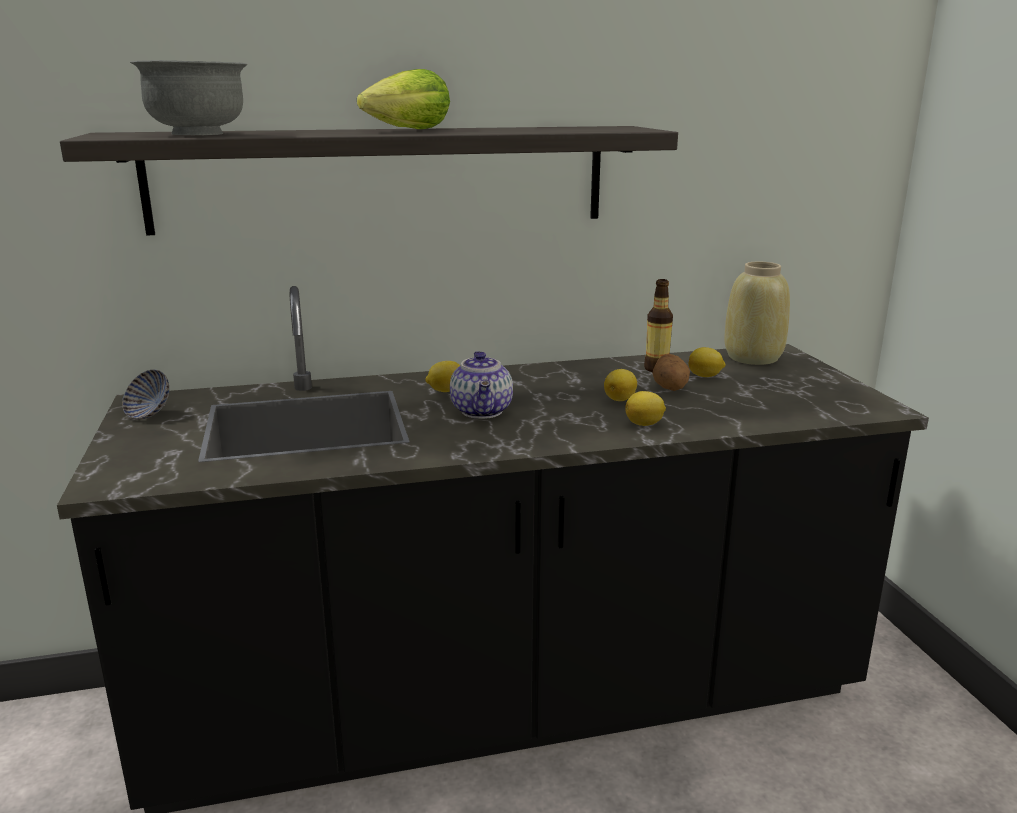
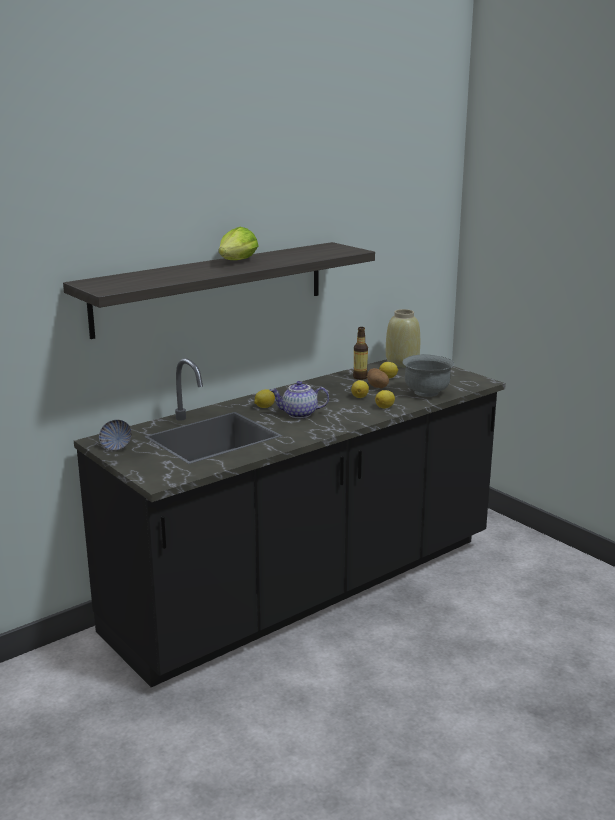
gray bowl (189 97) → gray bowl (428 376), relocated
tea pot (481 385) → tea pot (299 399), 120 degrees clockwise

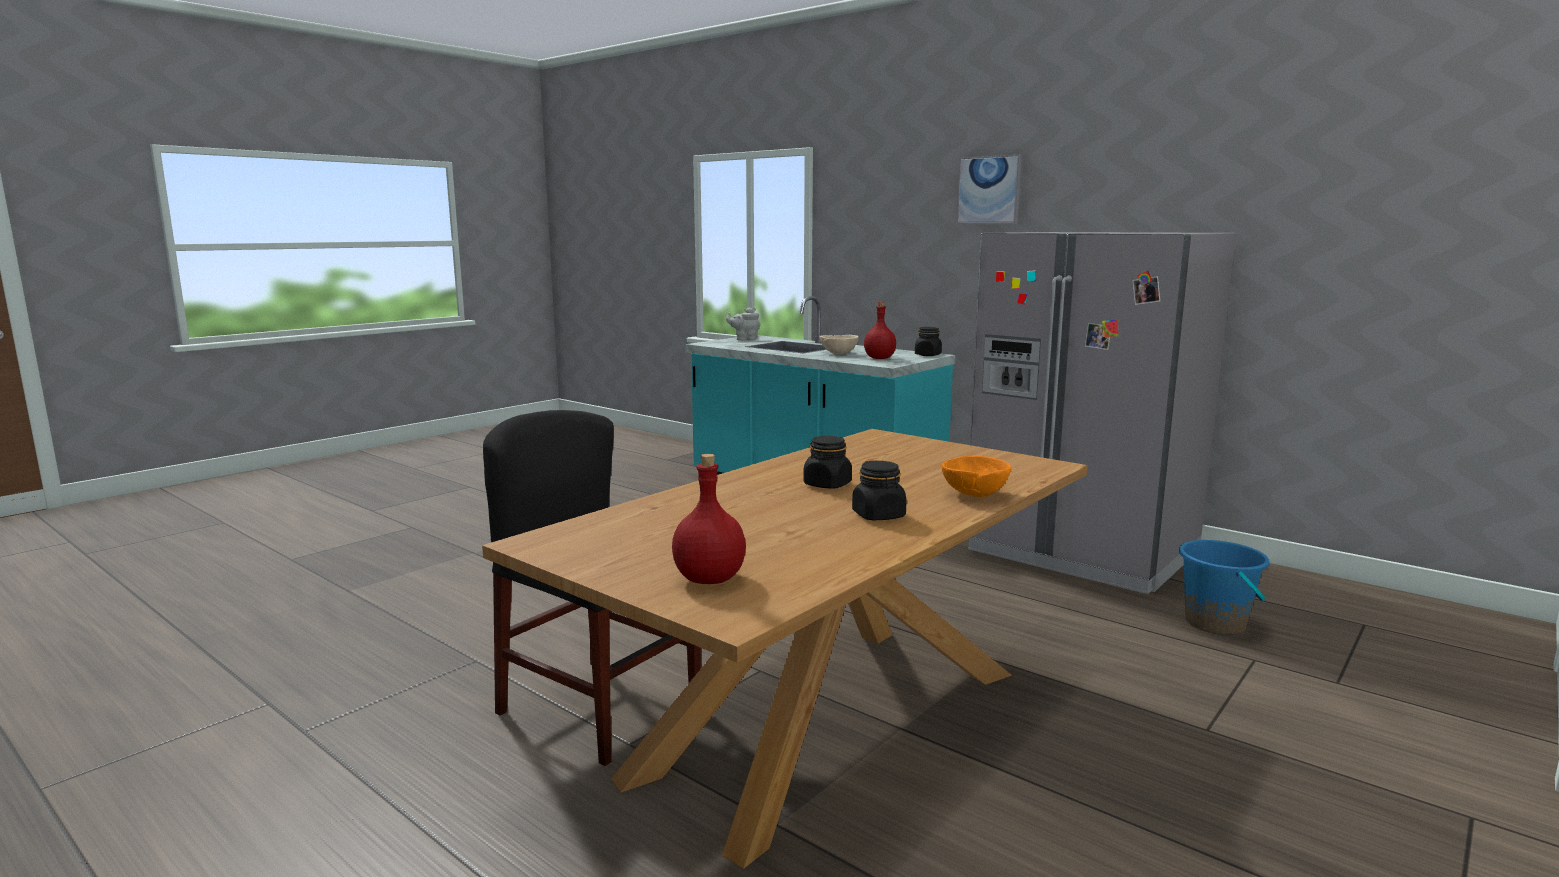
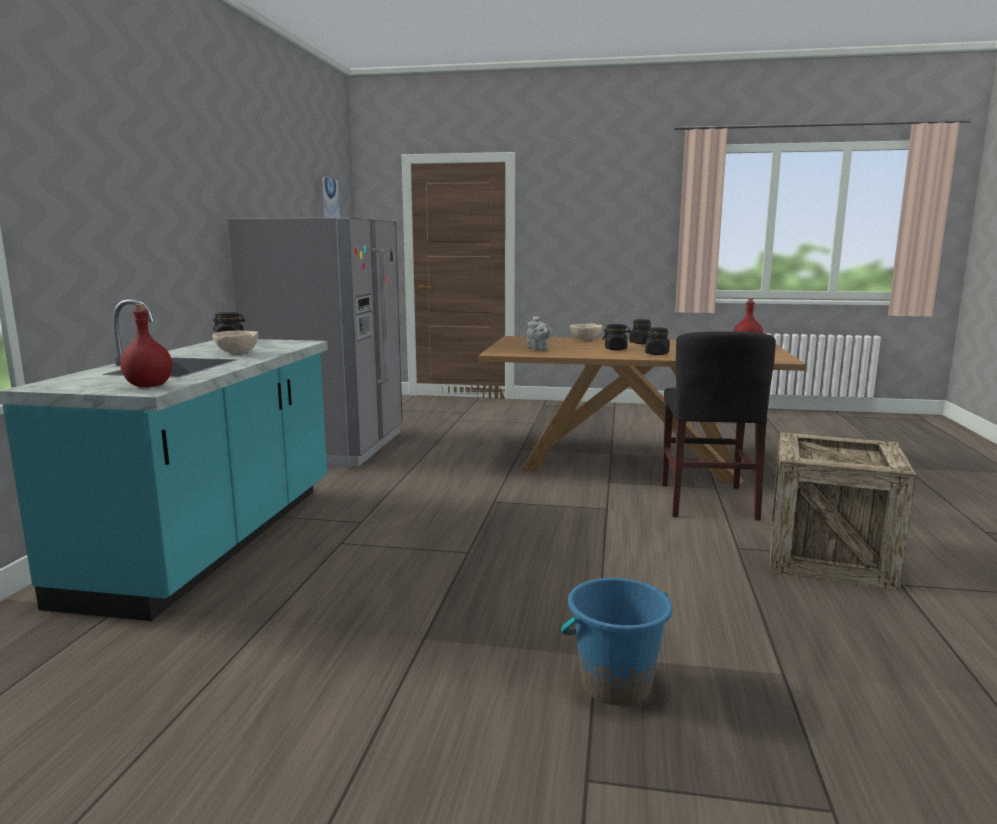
gray tea pot (743 324) → gray tea pot (539 333), relocated
red bottle (880 330) → red bottle (146 345), relocated
orange-coloured bowl (976 476) → beige-coloured bowl (586 331)
picture (989 189) → picture (329 196), relocated
bluish bucket (1224 587) → bluish bucket (616 642), relocated
- → black storage jar (657 341)
- → shipping crate (843 511)

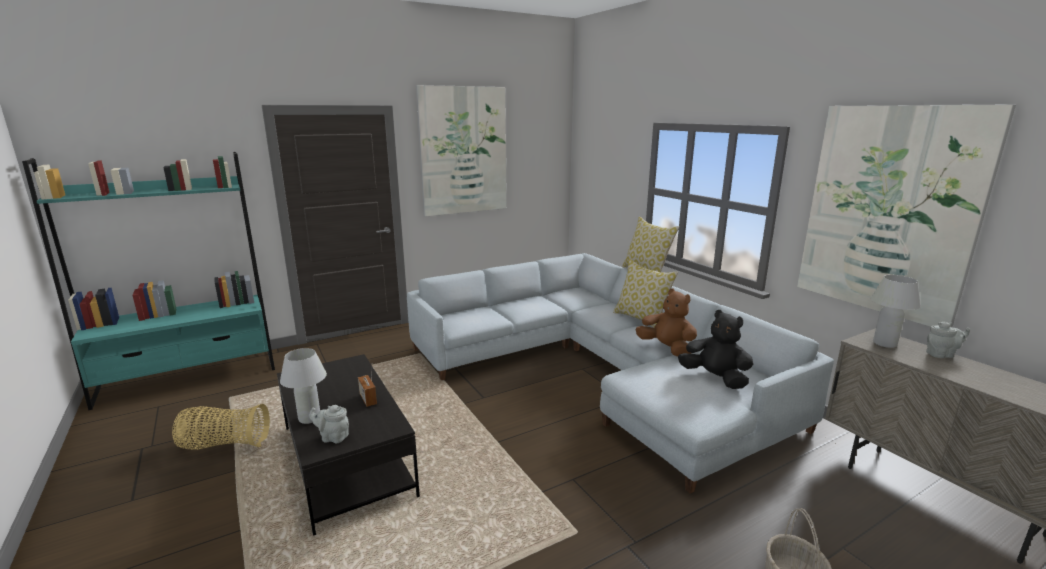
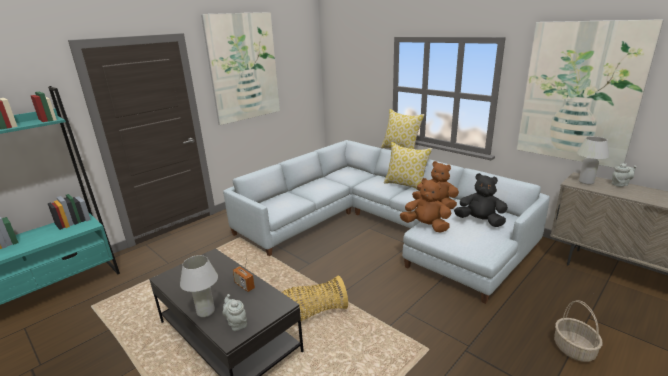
basket (221 427) → basket (315 298), relocated
gray tea pot (329 424) → gray tea pot (235 312), 60 degrees clockwise
- → brownish soft toy (426 205)

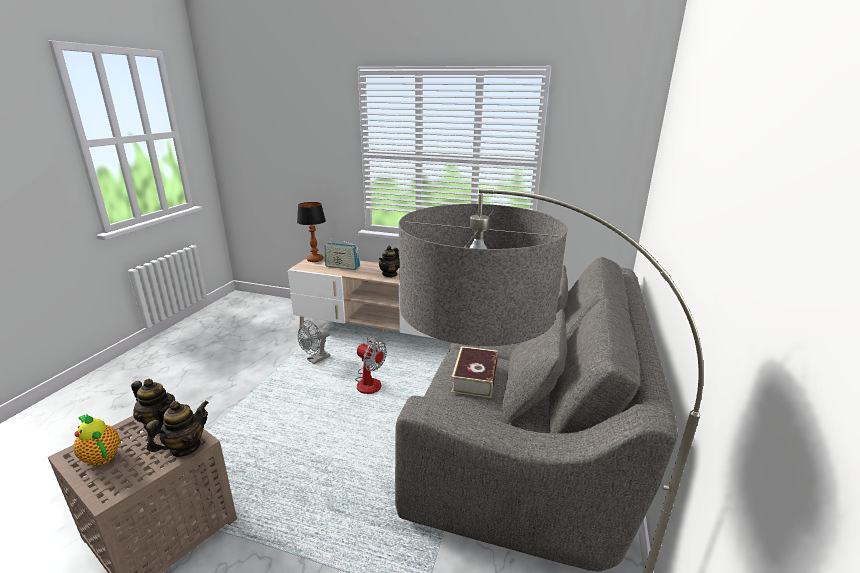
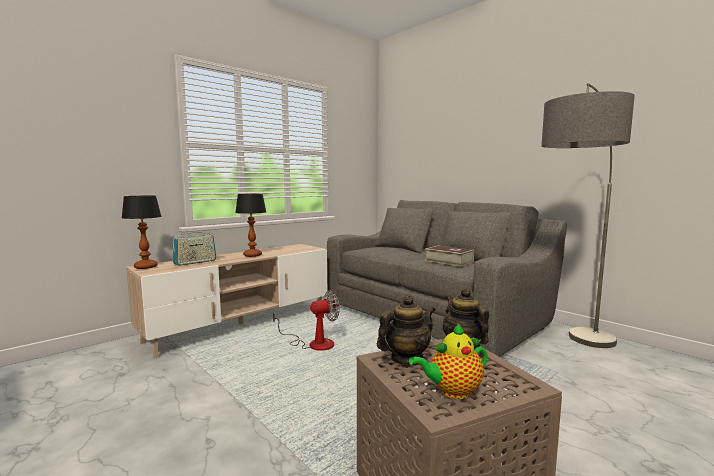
gray electric fan (314 342) → -
tea pot (389 261) → table lamp (250 225)

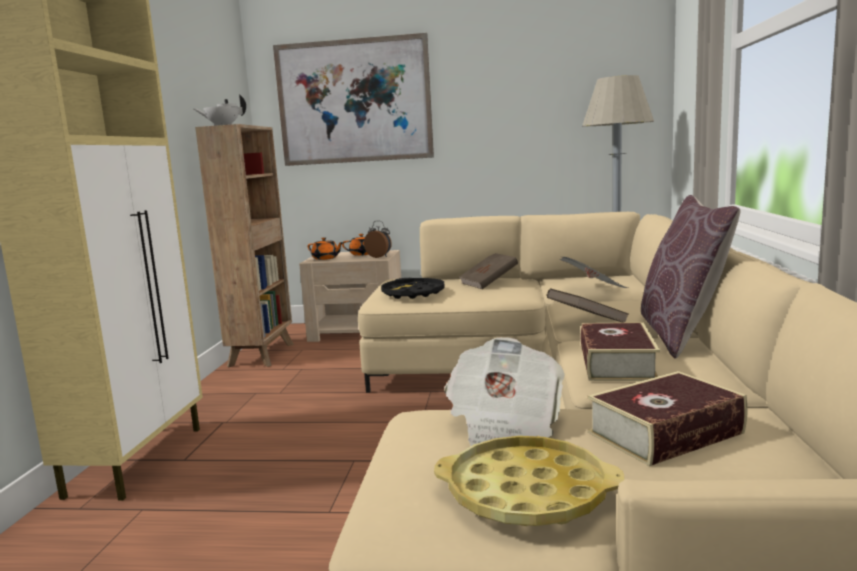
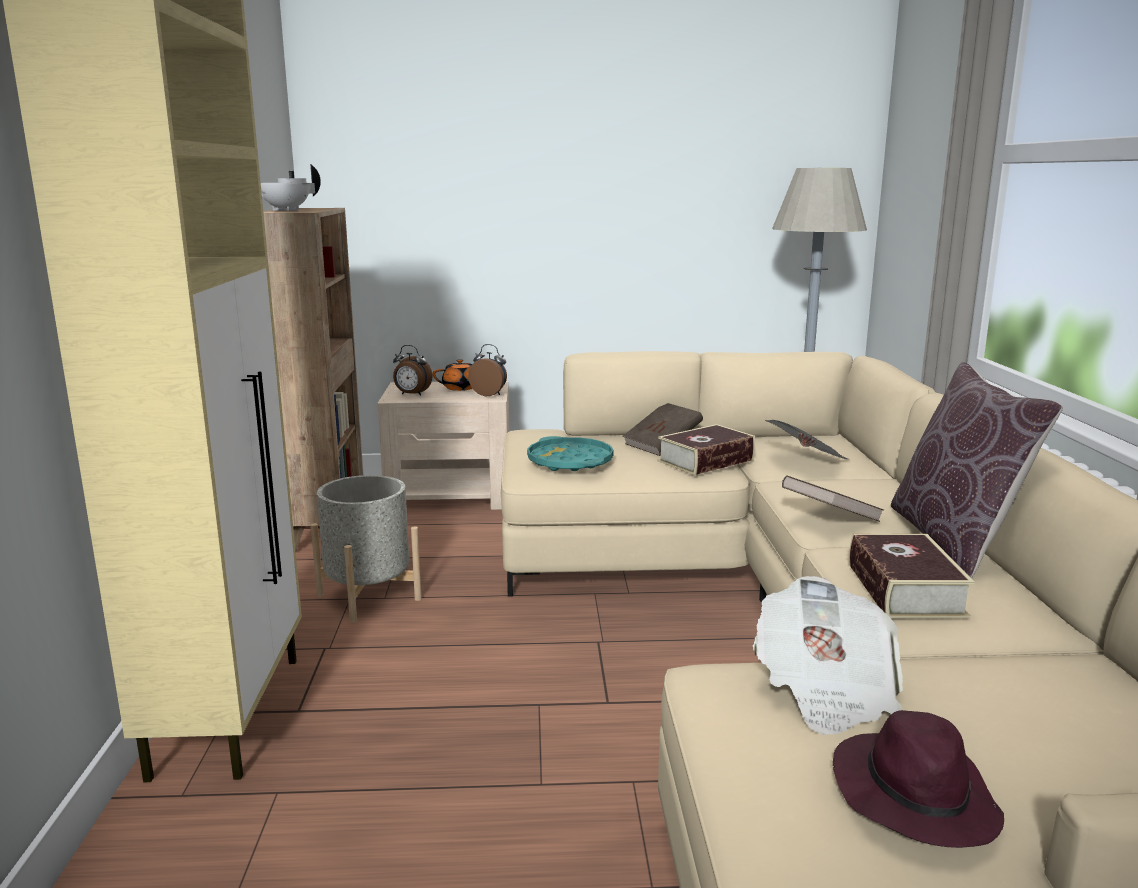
picture (353 99) → -
orange-coloured tea pot (325 248) → table clock (413 370)
black serving tray (413 288) → turquoise serving tray (570 453)
yellowish serving tray (529 481) → purple hat (918 779)
volume (667 418) → volume (706 449), relocated
- → gray flower pot (366 549)

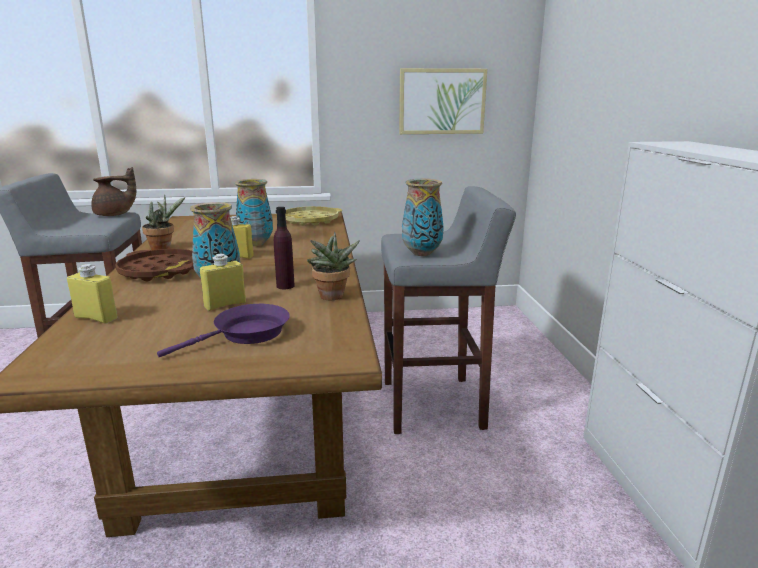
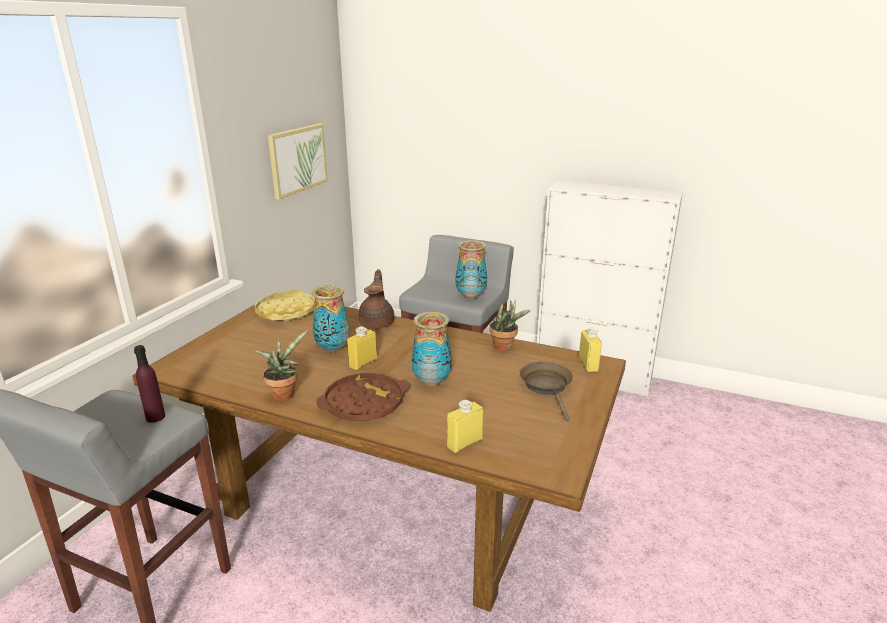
brownish tea pot (113 191) → brownish tea pot (376 299), relocated
purple frying pan (223 330) → brownish frying pan (546 391)
yellowish bottle (223 282) → yellowish bottle (590 349), relocated
purple bottle (284 248) → purple bottle (149 384), relocated

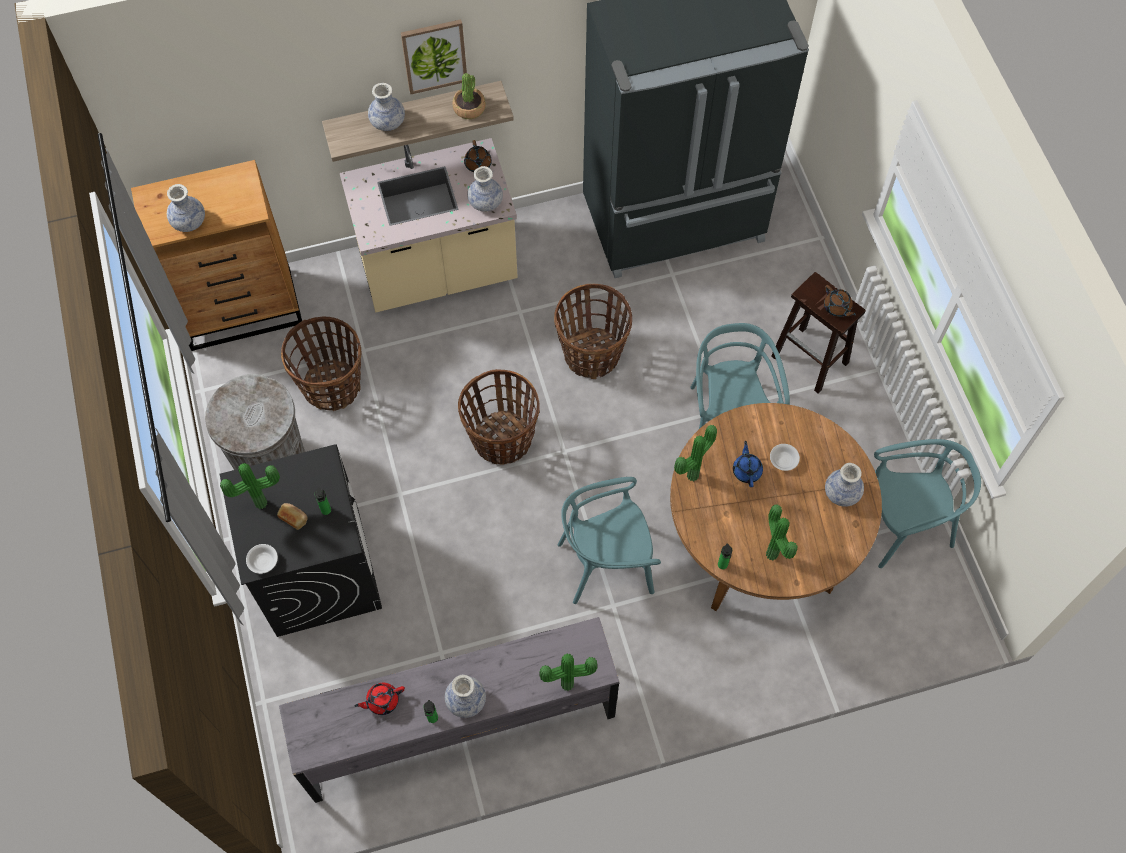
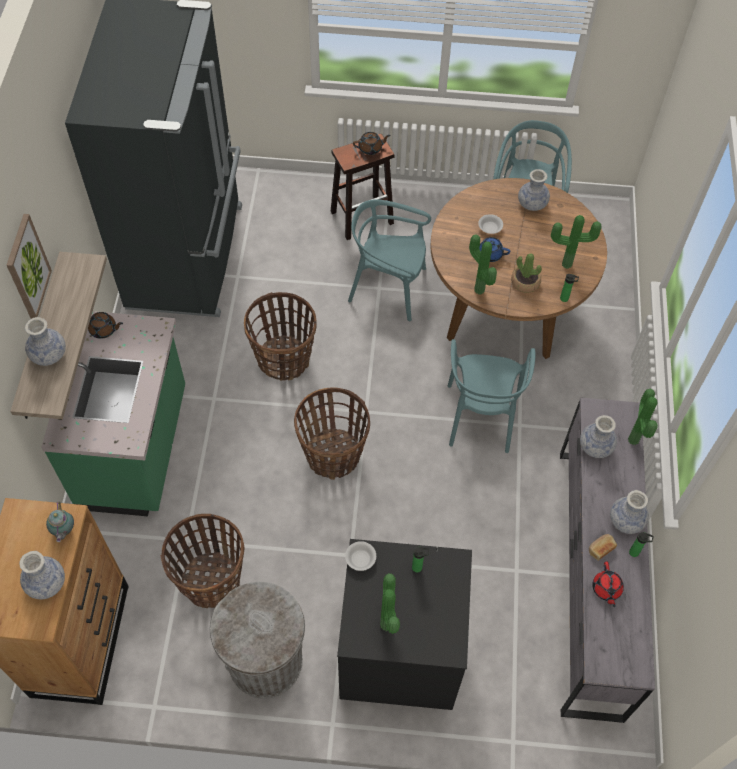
white-coloured bowl (262 559) → white-coloured bowl (360 556), relocated
bread (292 516) → bread (603 547), relocated
beige-coloured counter (429 225) → green counter (113 413)
plant in a pot (469 96) → plant in a pot (526 273), relocated
decorative vase (485 189) → decorative vase (598 436), relocated
- → tea pot (60 522)

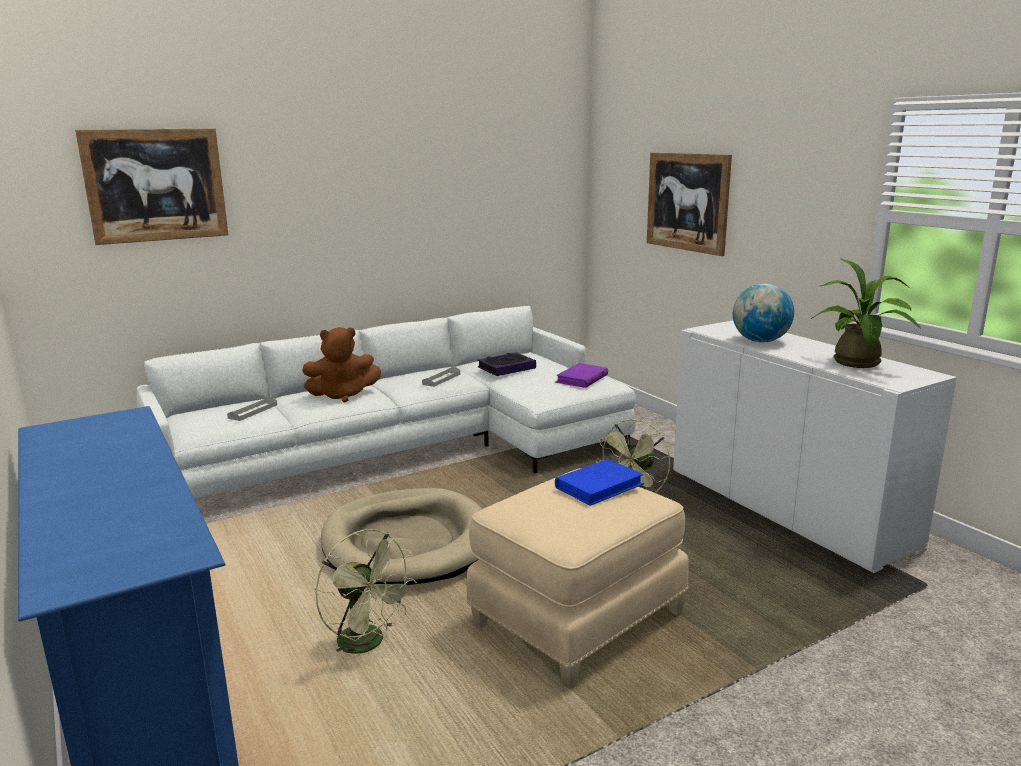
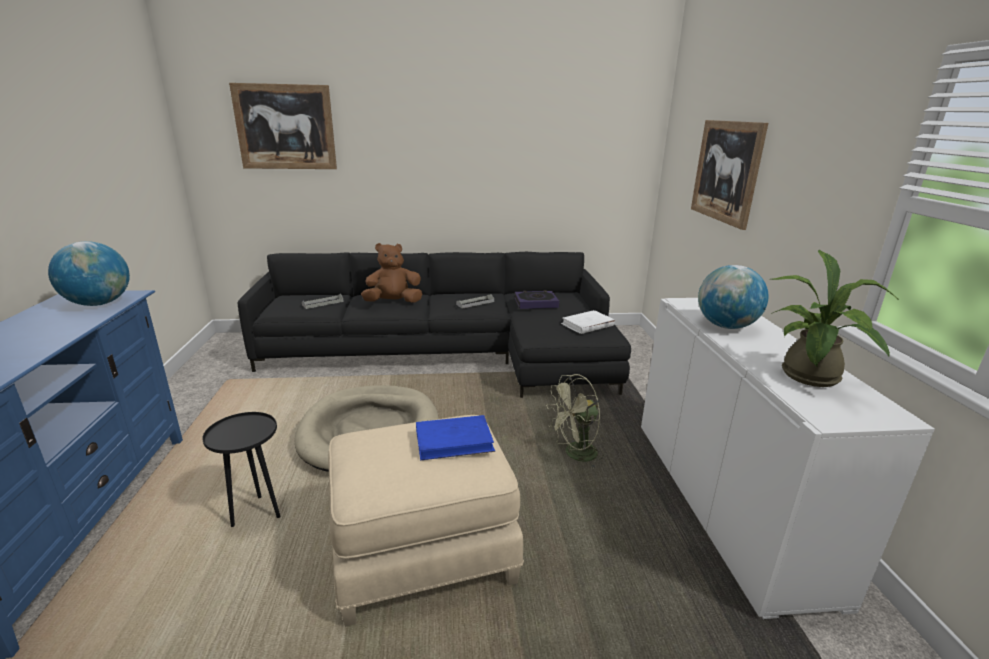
white-coloured sofa (386 402) → black sofa (434 325)
brownish soft toy (341 364) → brownish soft toy (392 273), 150 degrees clockwise
green electric fan (366 591) → black side table (241 469)
purple volume (582 375) → white-coloured volume (588 322)
- → desk globe (89 273)

